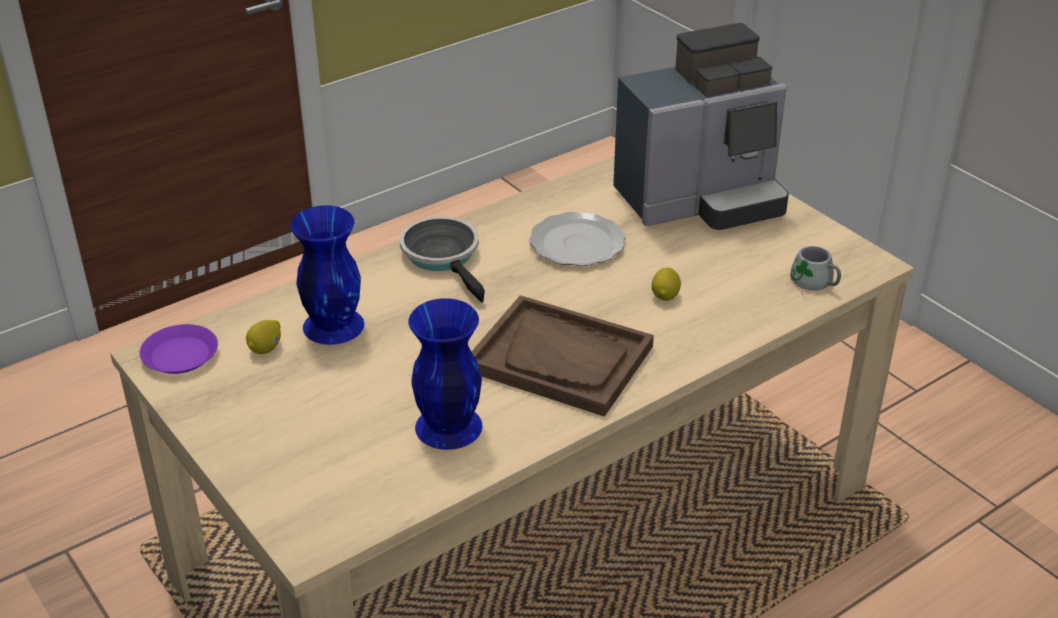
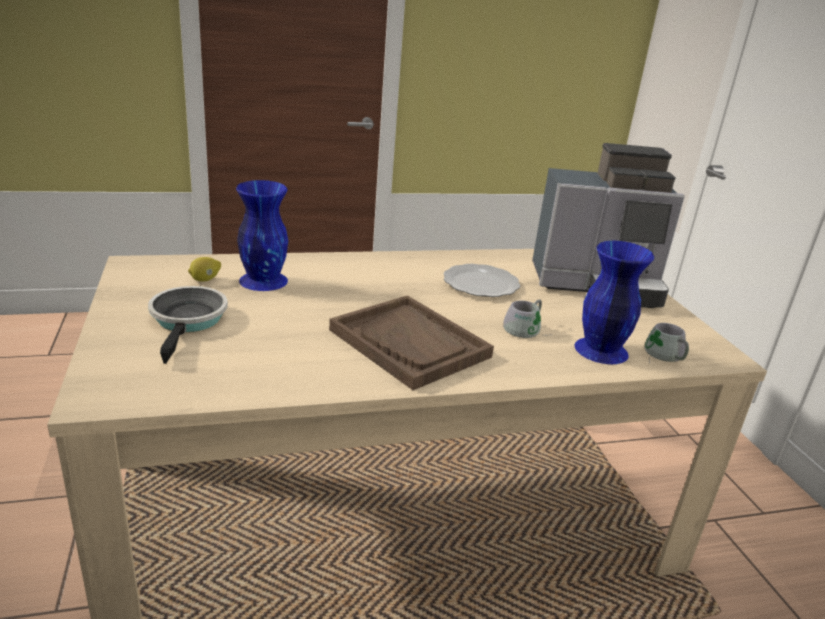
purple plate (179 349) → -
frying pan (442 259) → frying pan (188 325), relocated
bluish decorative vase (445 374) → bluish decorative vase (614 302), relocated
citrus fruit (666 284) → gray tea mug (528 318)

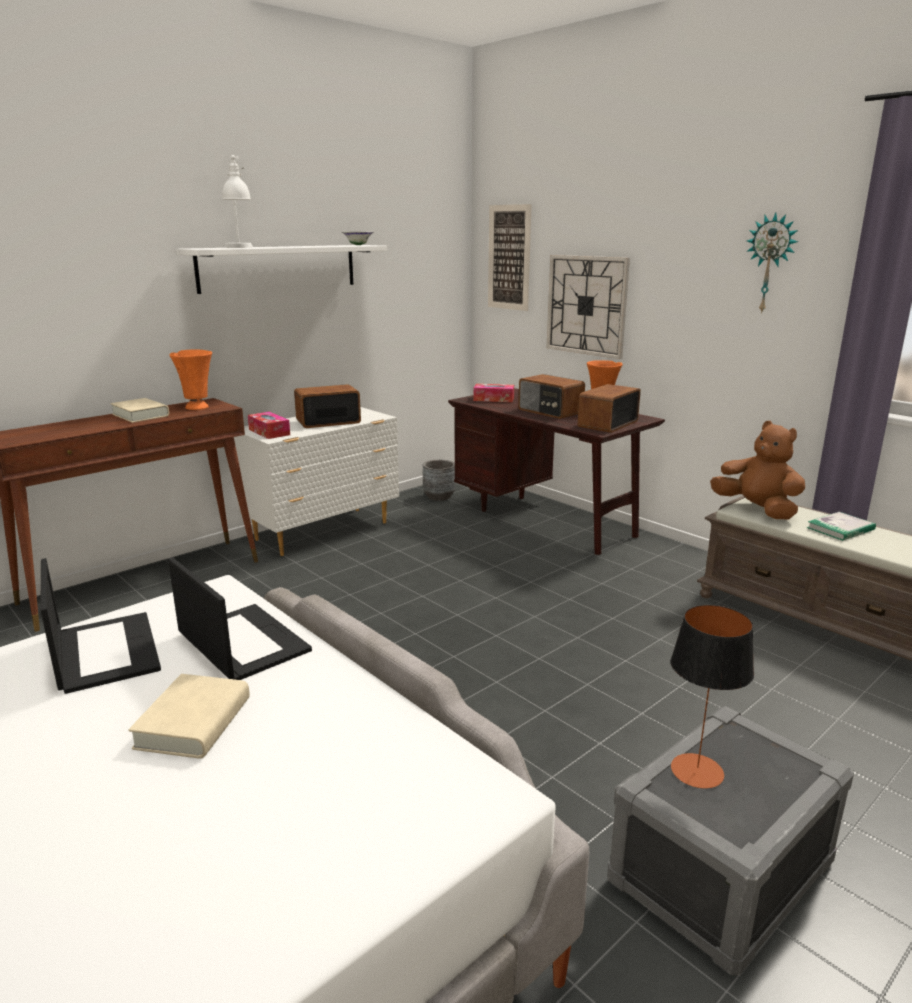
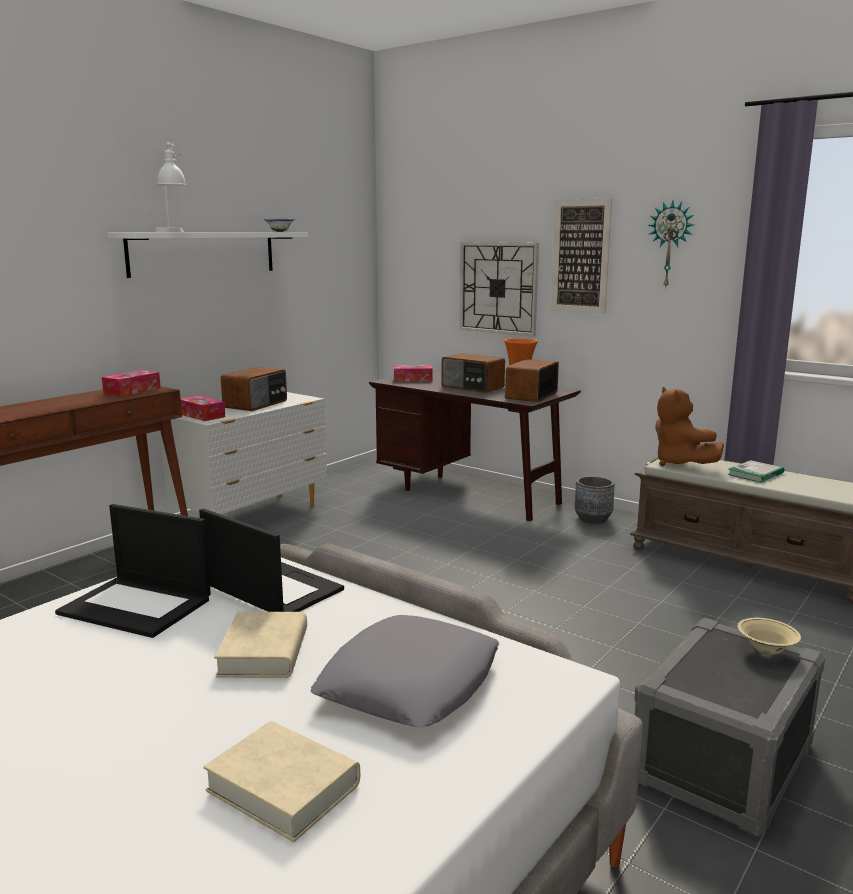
notebook computer (100 626) → notebook computer (133 571), 150 degrees clockwise
beige-coloured volume (139 410) → beige-coloured volume (282 781), relocated
orange-coloured decorative vase (190 379) → tissue holder (131 383)
radio set (327 406) → radio set (254 389), 150 degrees clockwise
gray flower pot (439 480) → gray flower pot (594 500), relocated
picture (510 257) → picture (581 256), relocated
table lamp (712 697) → -
brownish soft toy (757 470) → brownish soft toy (689 426), 150 degrees counterclockwise
- → gray cushion (404 671)
- → beige-coloured bowl (769 636)

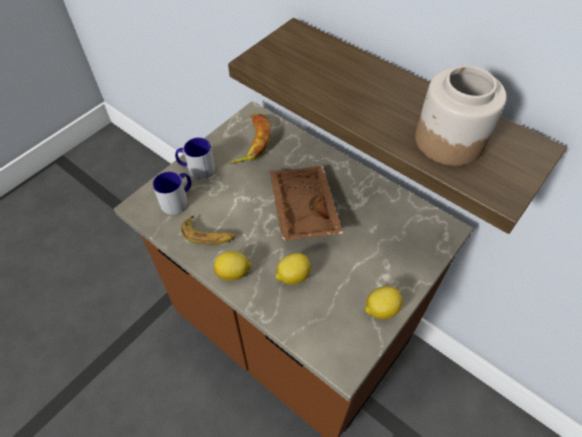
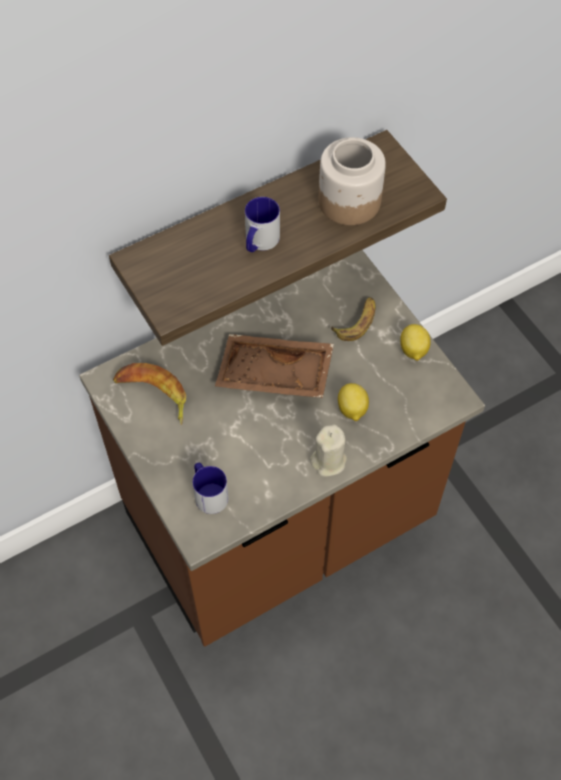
tea mug (195 158) → tea mug (262 224), relocated
banana (208 230) → banana (353 319), relocated
citrus fruit (233 266) → beige-coloured candle (328 450)

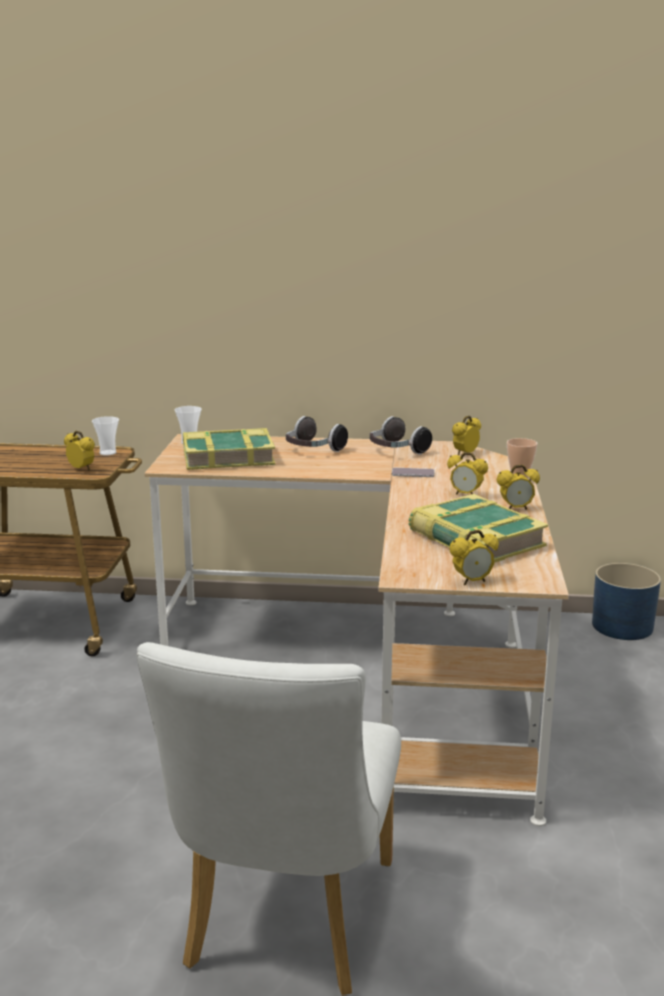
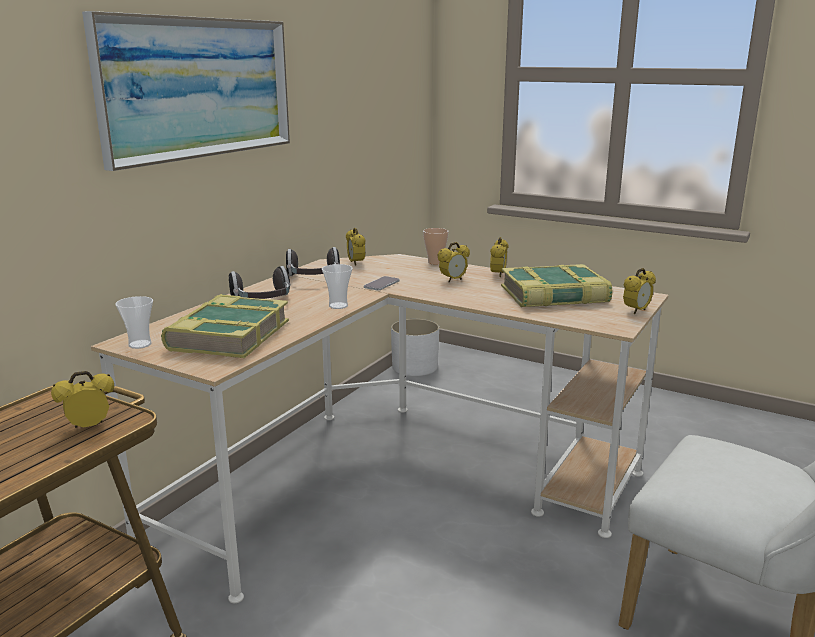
cup (105 436) → cup (337 286), relocated
table clock (474 557) → table clock (639 291), 45 degrees clockwise
bluish flower pot (626 601) → white-coloured flower pot (415 347)
- → picture (186 91)

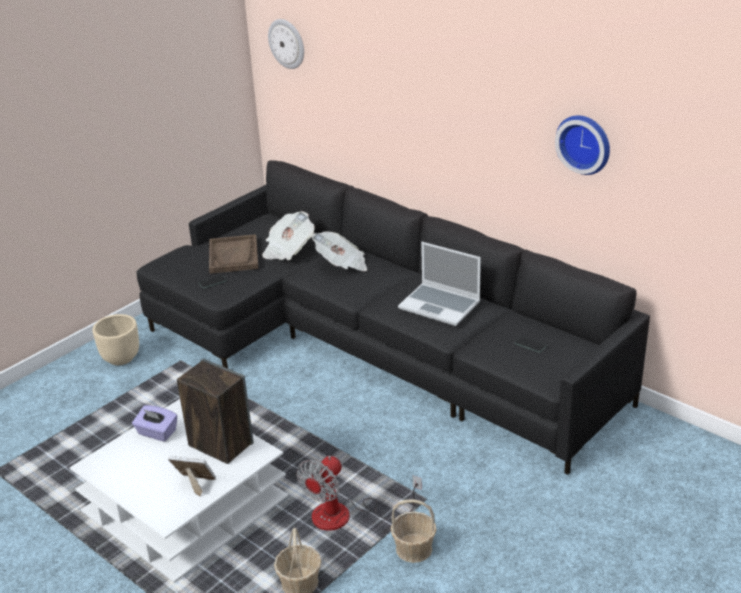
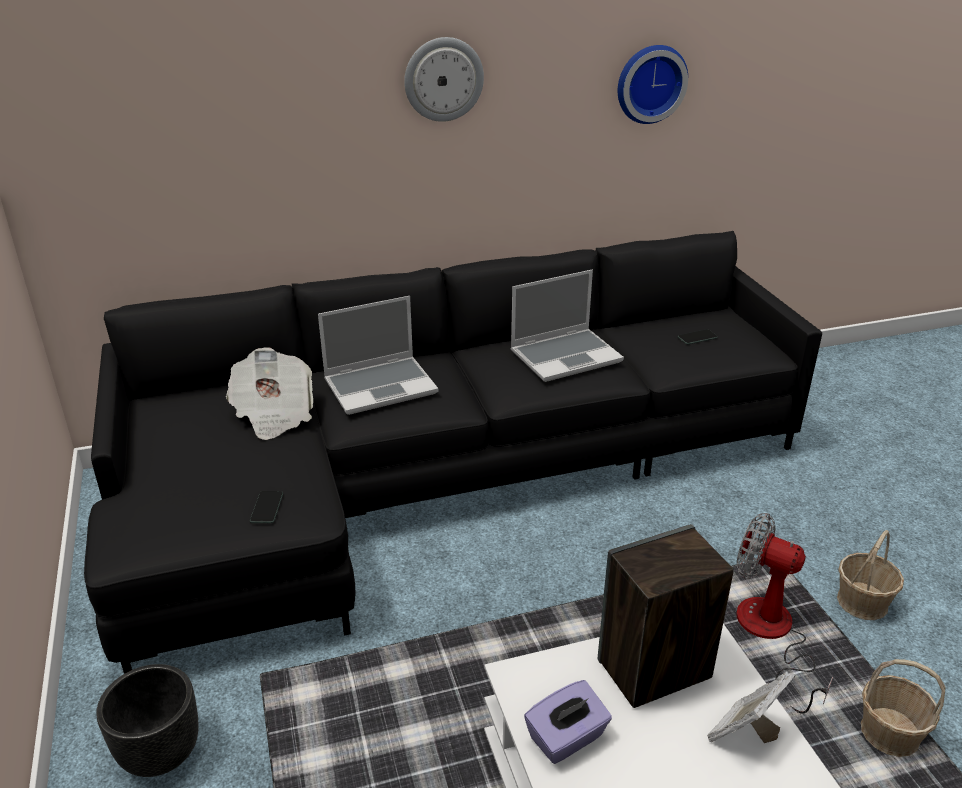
beige-coloured flower pot (116 339) → black flower pot (147 720)
brownish serving tray (233 254) → -
hanging clock (286 44) → hanging clock (444 79), relocated
electric fan (359 493) → electric fan (784 613), 150 degrees clockwise
newspaper (339 251) → notebook computer (378 355)

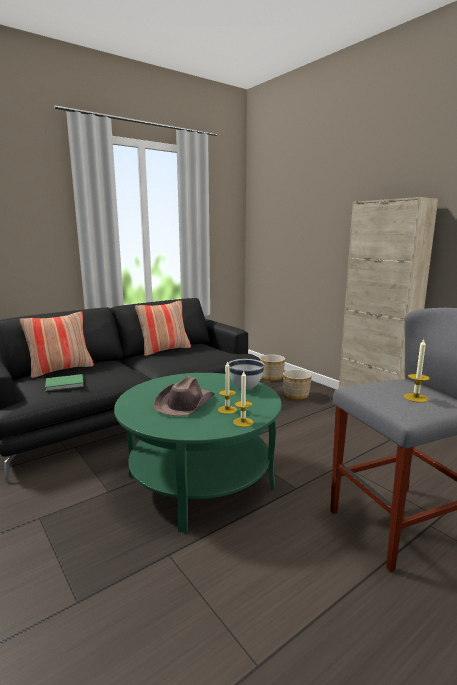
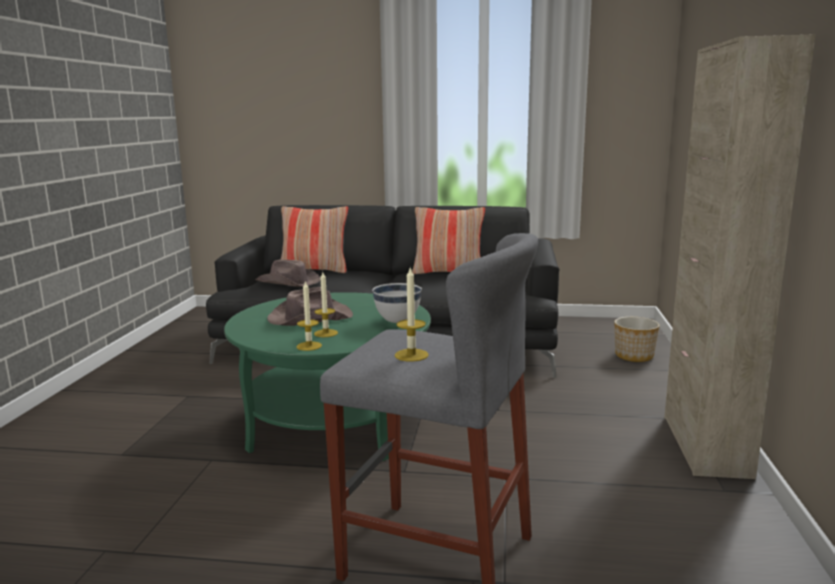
green volume (64 382) → brownish hat (287 273)
flower pot (297 384) → -

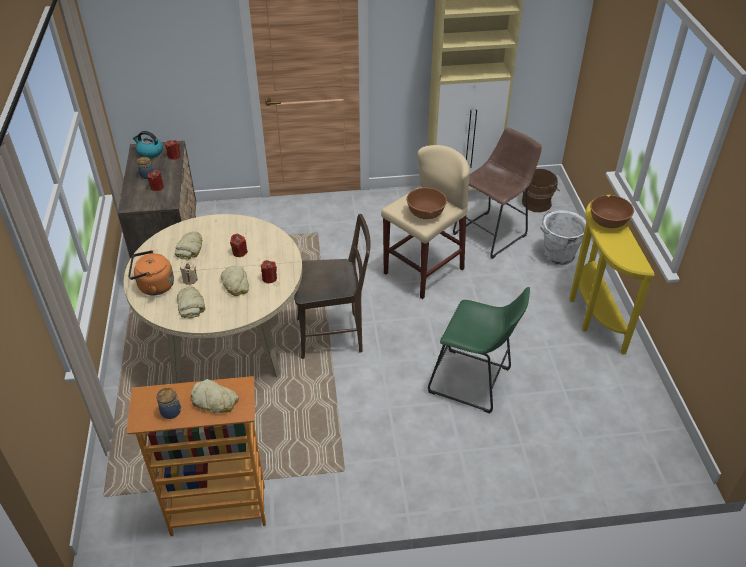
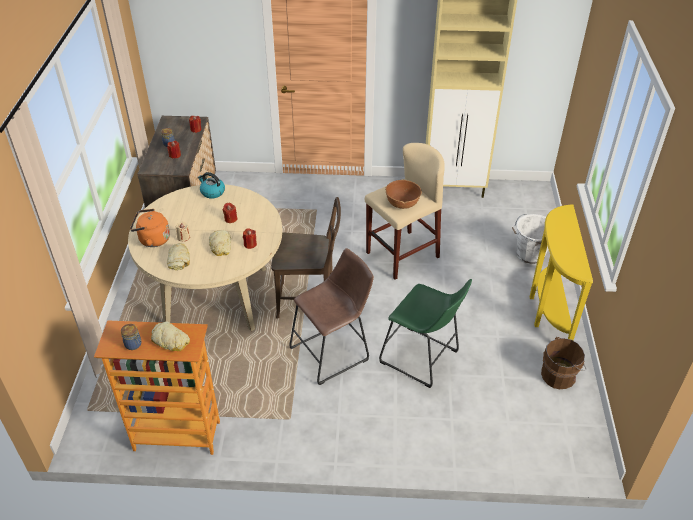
kettle (148 145) → kettle (211 185), relocated
bread (189 245) → -
brownish sitting stool (497 193) → brownish sitting stool (332 316), relocated
brownish bucket (541 190) → brownish bucket (563 363), relocated
brownish bowl (612 211) → -

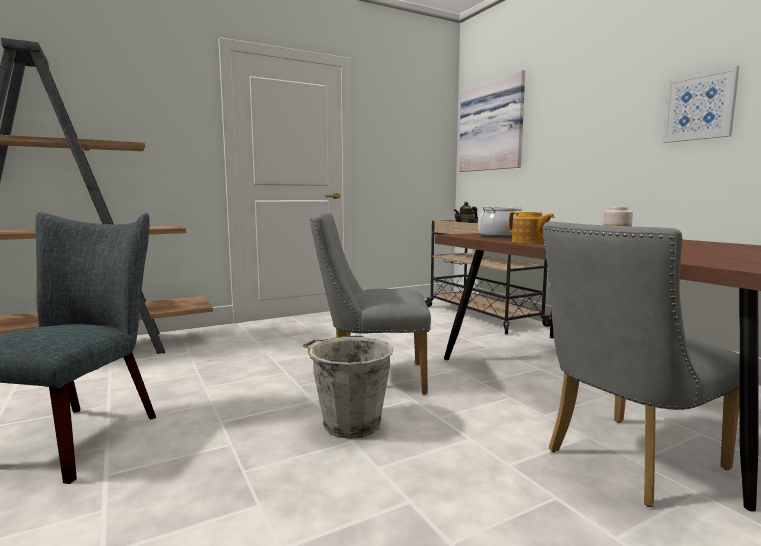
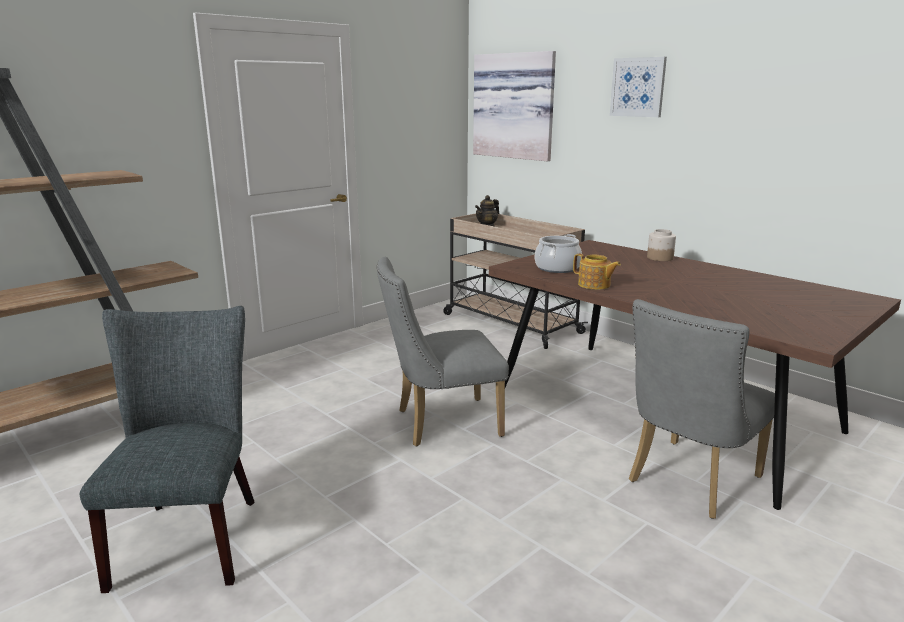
gray bucket (348 387) → -
picture (701 104) → picture (638 87), relocated

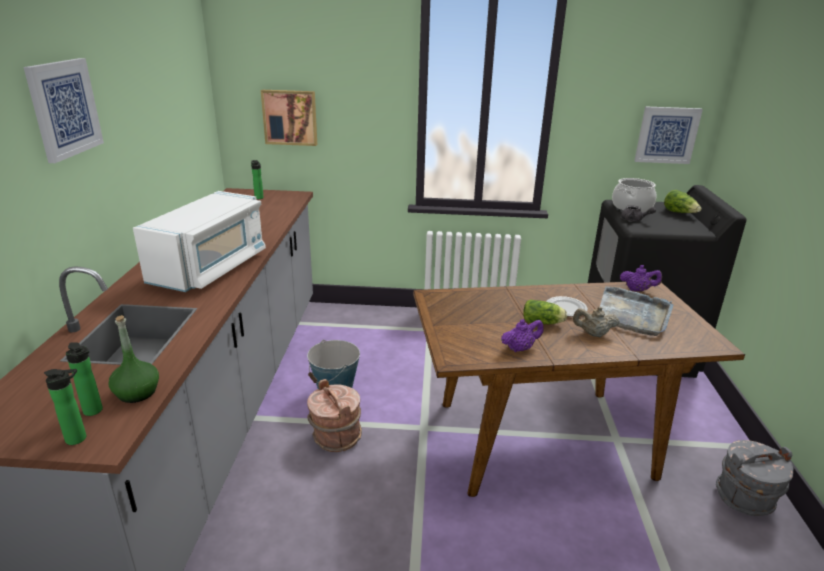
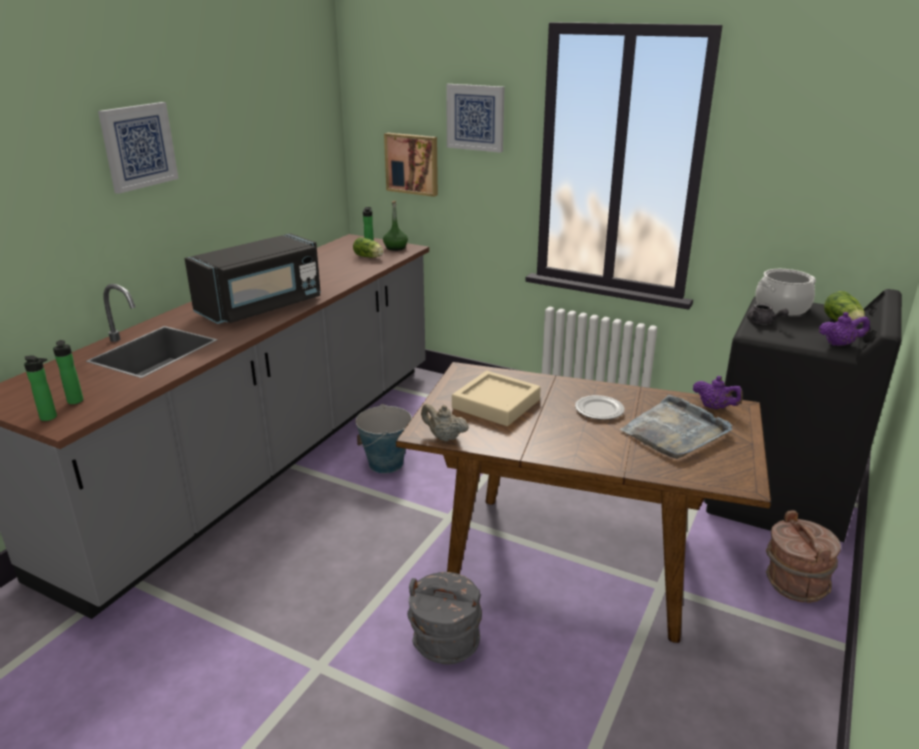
green bottle (133 359) → green bottle (395 226), relocated
white-coloured microwave (199 241) → black microwave (252 278)
brownish bucket (334 415) → brownish bucket (803 556), relocated
purple tea pot (522 335) → purple tea pot (844 329), relocated
head of lettuce (545 312) → head of lettuce (368 247), relocated
beige-coloured tea pot (596 321) → beige-coloured tea pot (445 423), relocated
picture (668 135) → picture (475 118), relocated
gray bucket (754 478) → gray bucket (444 618), relocated
- → beige-coloured serving tray (496 398)

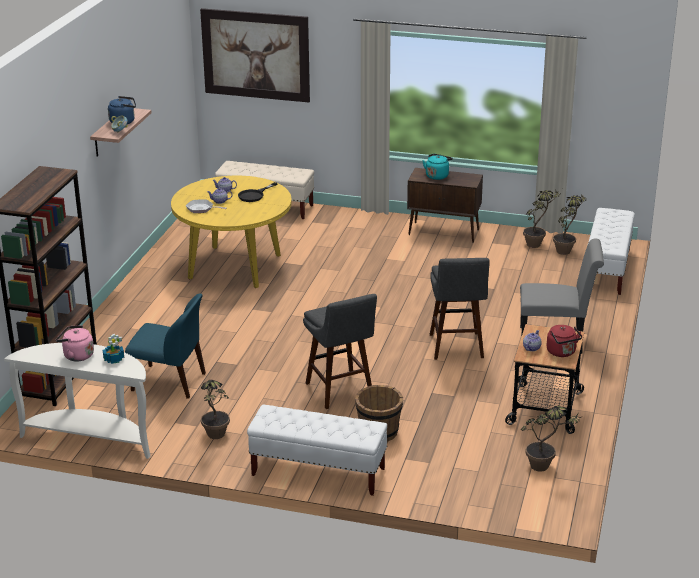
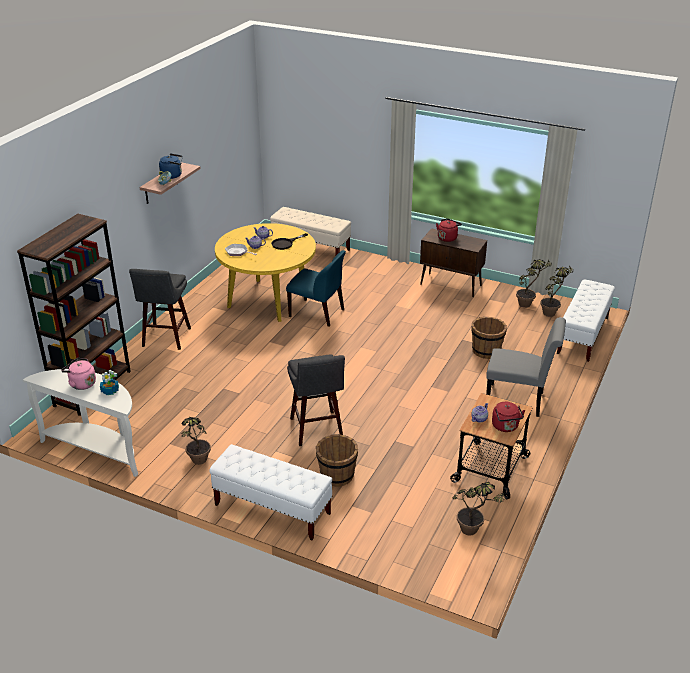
bluish chair (165 346) → bluish chair (316 288), relocated
picture (255 55) → -
turquoise kettle (437 167) → red kettle (449 230)
gray sitting stool (460 309) → gray sitting stool (160 309), relocated
- → brownish bucket (489 338)

